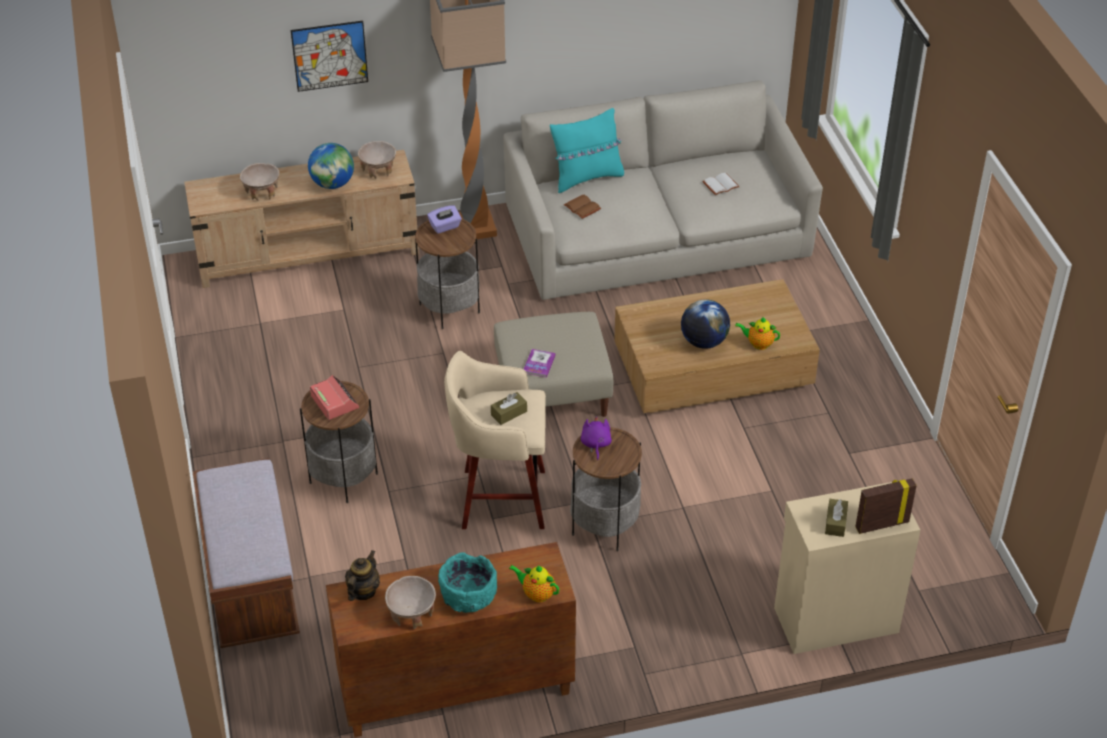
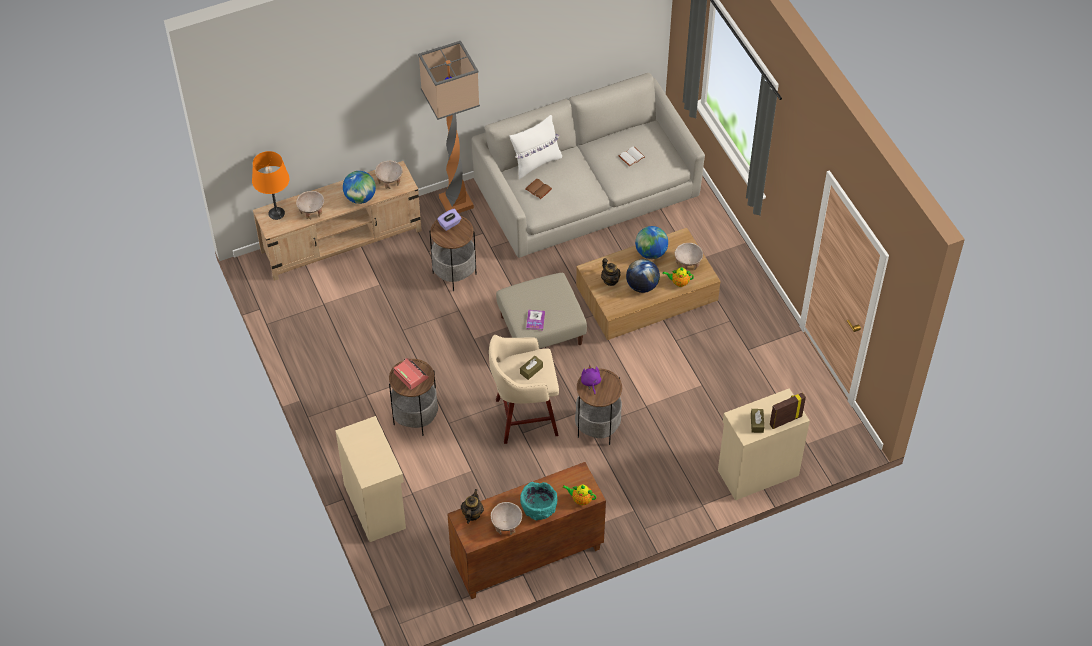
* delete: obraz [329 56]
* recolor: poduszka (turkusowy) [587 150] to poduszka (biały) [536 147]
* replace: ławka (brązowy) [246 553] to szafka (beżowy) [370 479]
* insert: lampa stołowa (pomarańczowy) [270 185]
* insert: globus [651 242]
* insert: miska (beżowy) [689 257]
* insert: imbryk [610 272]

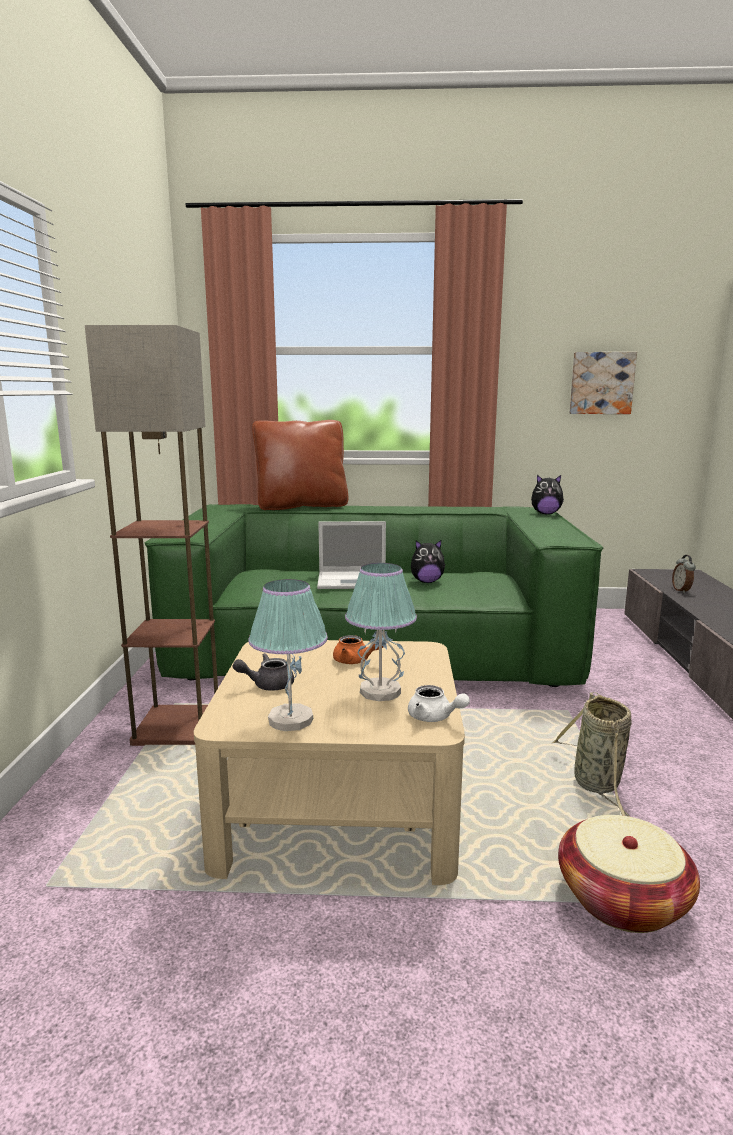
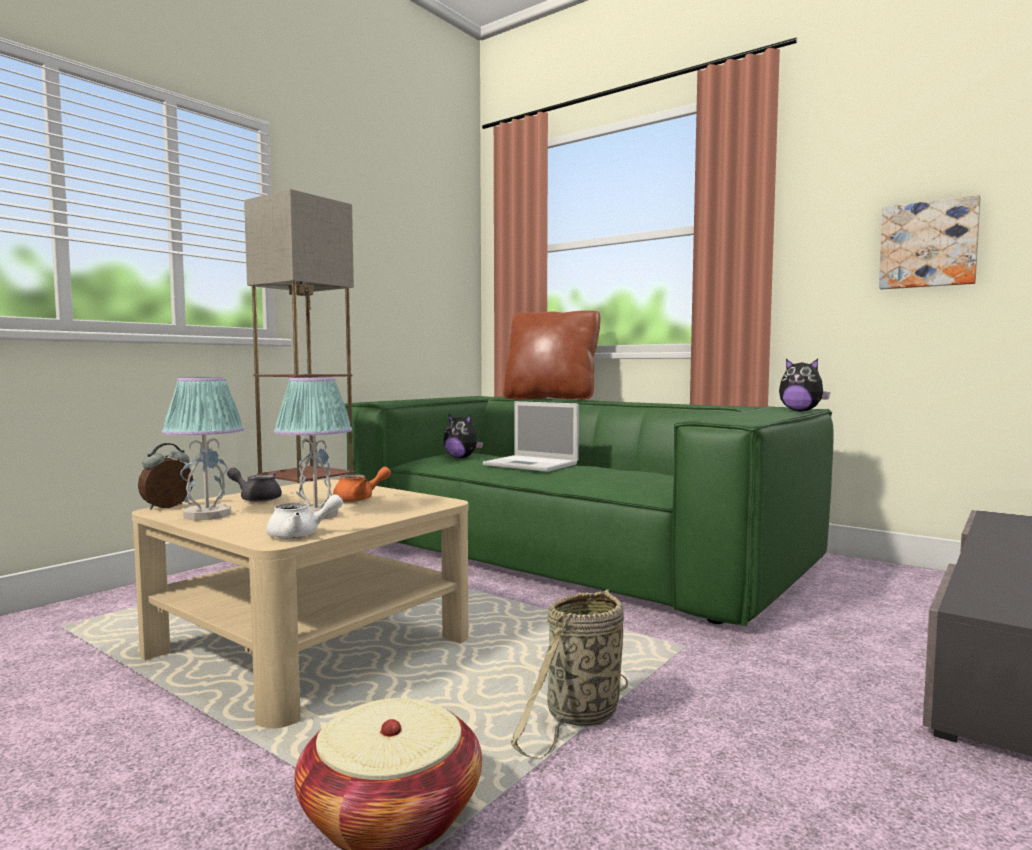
* move: pluszak [428 561] to [463 435]
* move: budzik [684 574] to [165 476]
* rotate: imbryk (pomarańczowy) [358 649] = [362 484] 90 degrees counterclockwise
* rotate: imbryk (biały) [439 703] = [304 516] 90 degrees counterclockwise

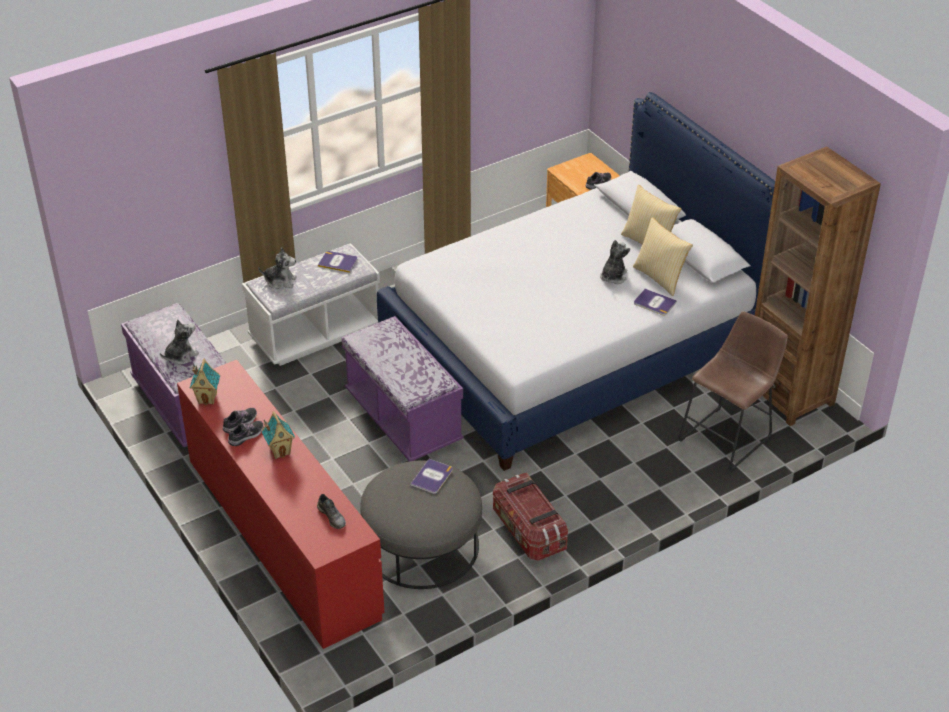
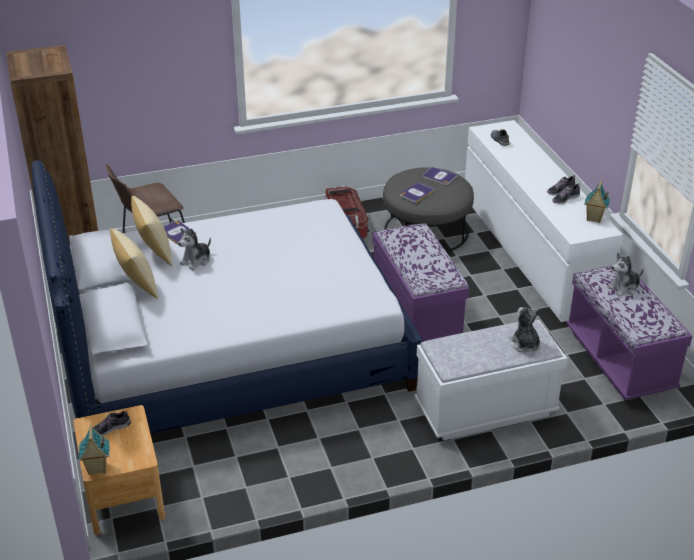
* rotate: pluszak [277 268] = [524 330] 45 degrees clockwise
* move: książka [338 262] to [439 176]
* recolor: komoda (czerwony) [281 504] to komoda (biały) [544 221]
* move: domek [278 435] to [94 450]

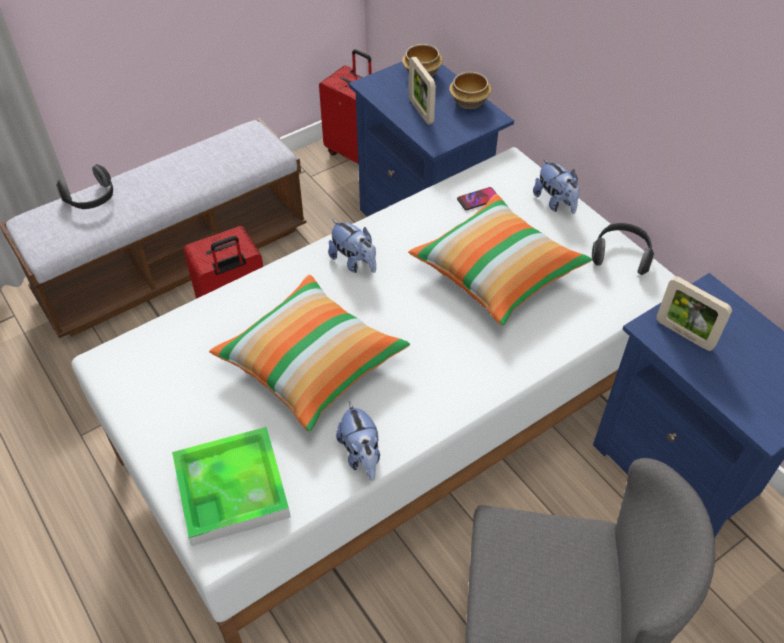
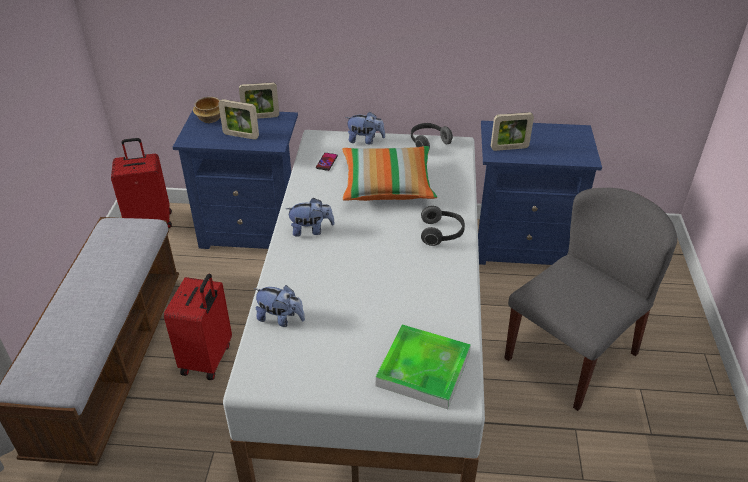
* replace: miska [470 90] to ramka na zdjęcie [259 100]
* move: słuchawki [84 186] to [443 226]
* delete: poduszka [309 353]
* move: pluszak [358 441] to [279 306]

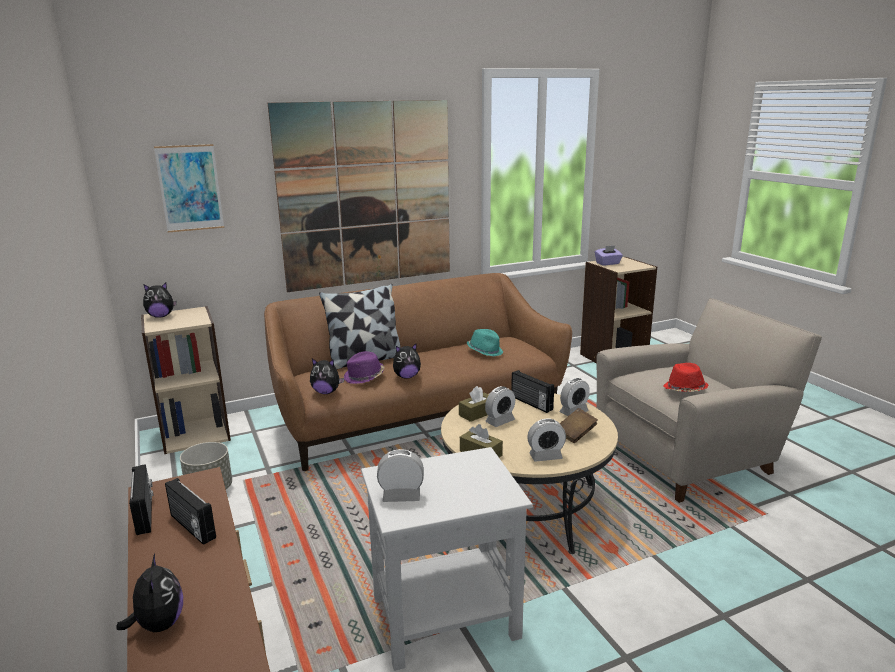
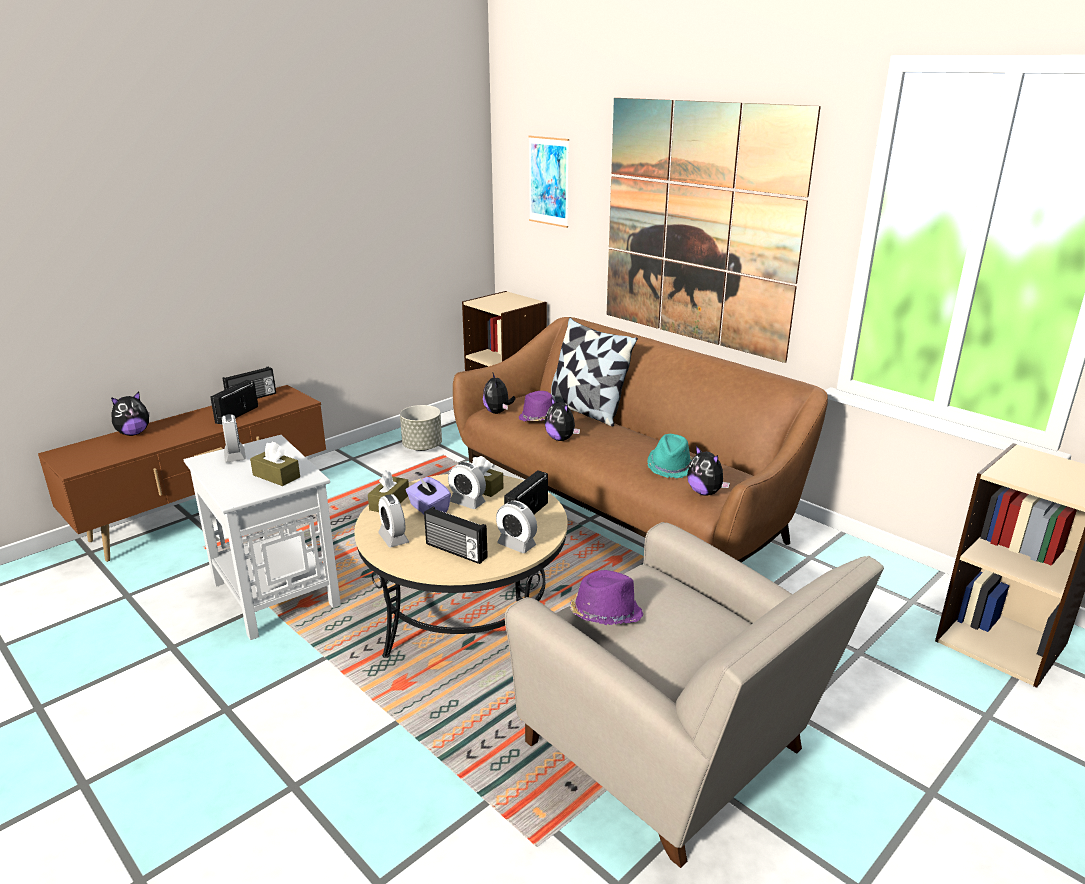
* move: pudełko chusteczek (fioletowy) [609 255] to [428 495]
* move: pluszak [160 300] to [708 471]
* recolor: kapelusz (czerwony) [685 377] to kapelusz (fioletowy) [606 597]
* replace: książka (brązowy) [579 425] to radio [456 535]
* insert: pudełko chusteczek (brązowy) [275 464]

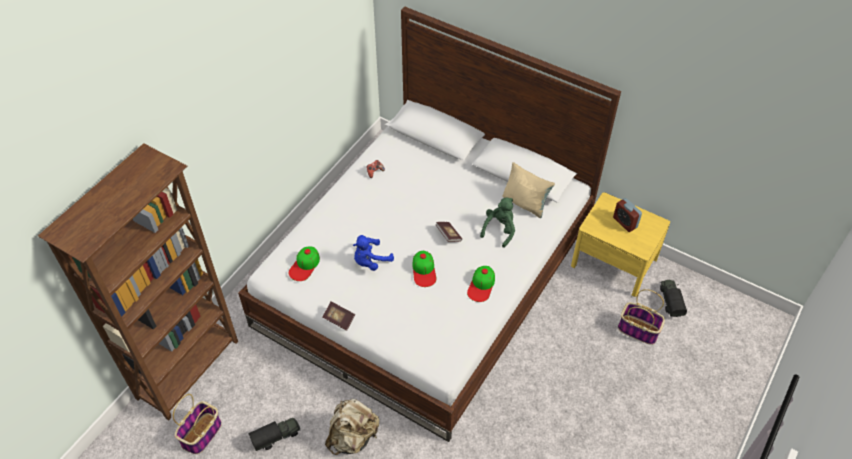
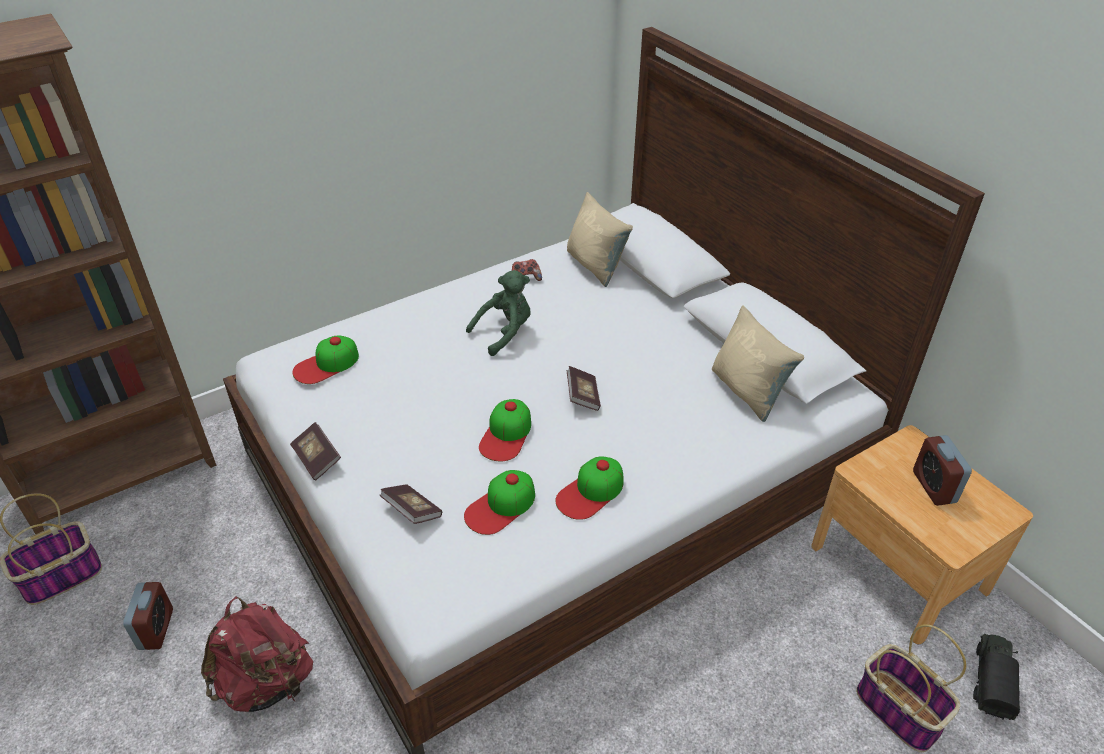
* recolor: szafka nocna (żółty) [620 244] to szafka nocna (brązowy) [922 534]
* move: pluszak (zielony) [497 222] to [498 313]
* delete: pluszak (niebieski) [373 253]
* recolor: plecak (beżowy) [352 427] to plecak (czerwony) [257 654]
* replace: ciężarówka zabawkowa [274 434] to budzik [148 616]
* insert: poduszka (beżowy) [600 239]
* insert: czapka z daszkiem [499 502]
* insert: książka [411 504]

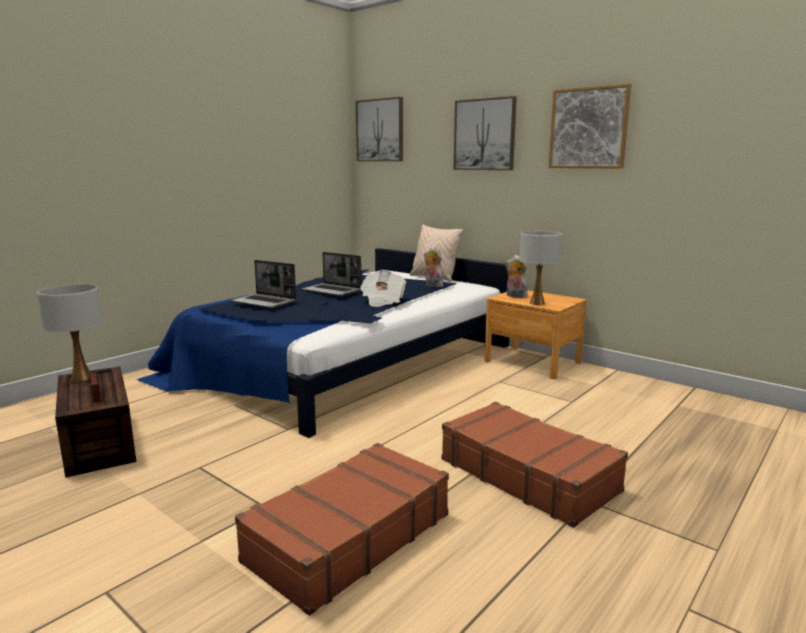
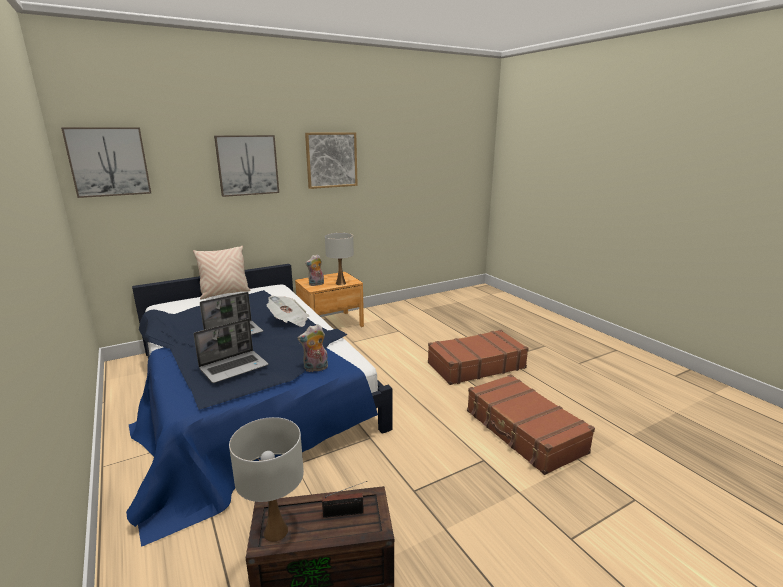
* move: pluszak [434 267] to [313 348]

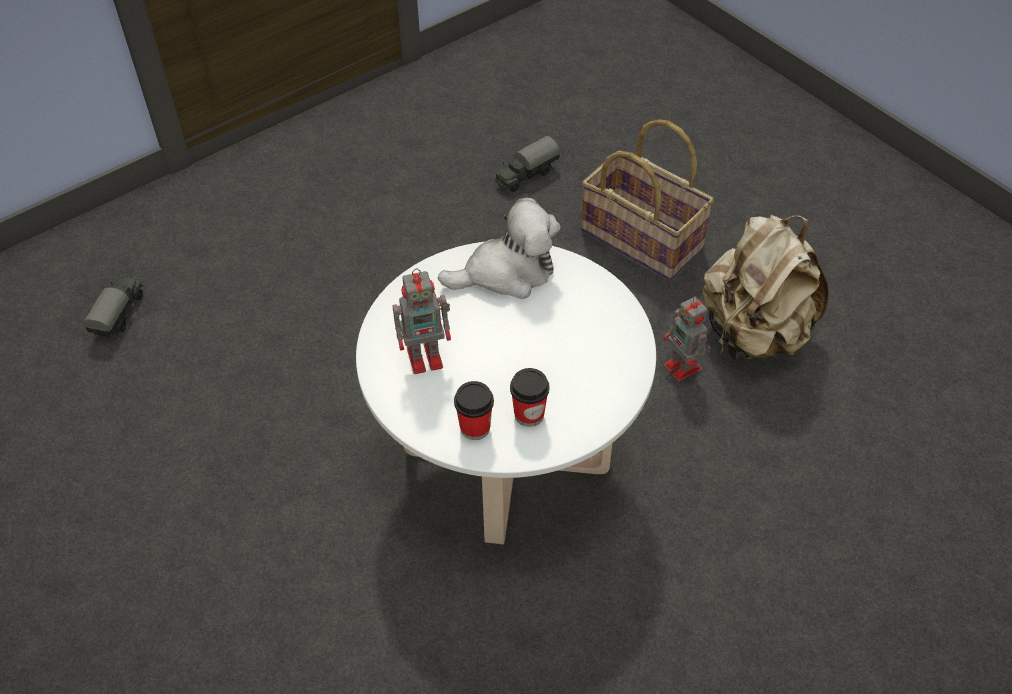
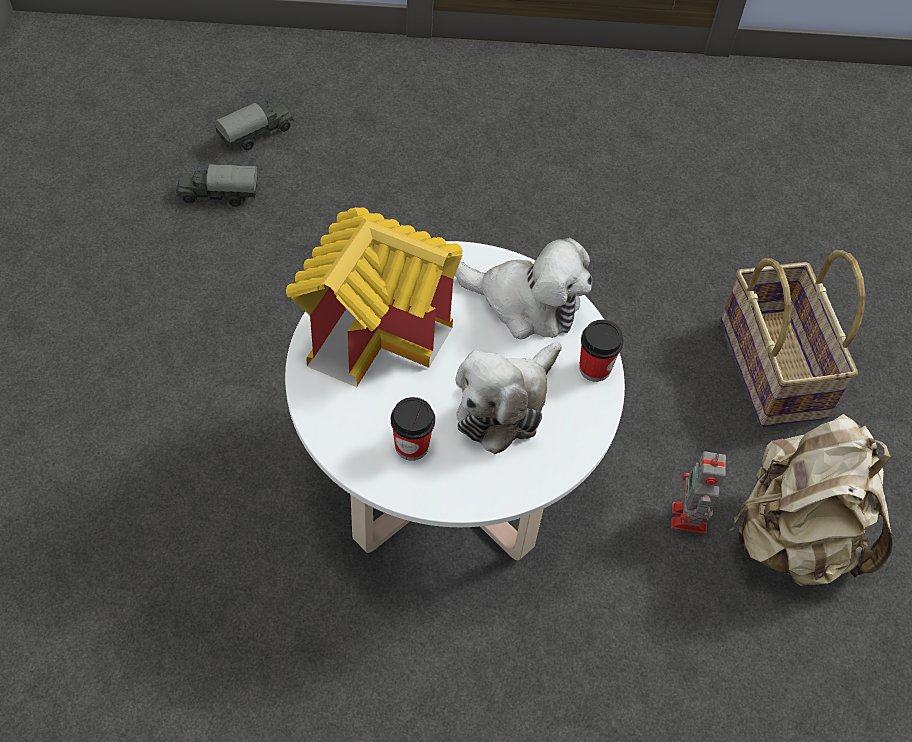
* move: ciężarówka zabawkowa [527 164] to [217 185]
* replace: robot zabawkowy [421 321] to domek [374 297]
* move: filiżanka [474 410] to [601 351]
* insert: pluszak [508 398]

